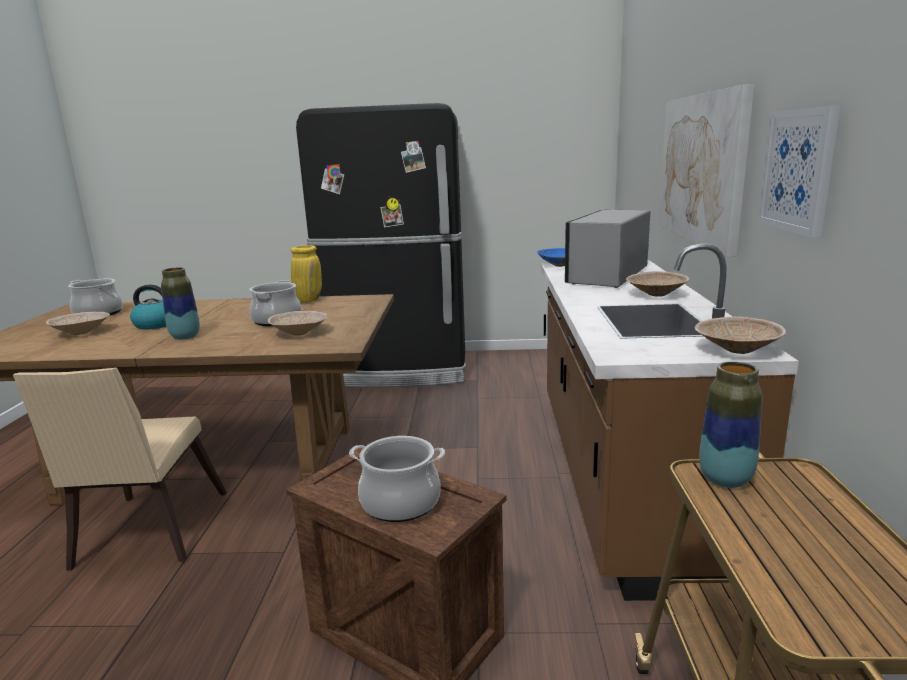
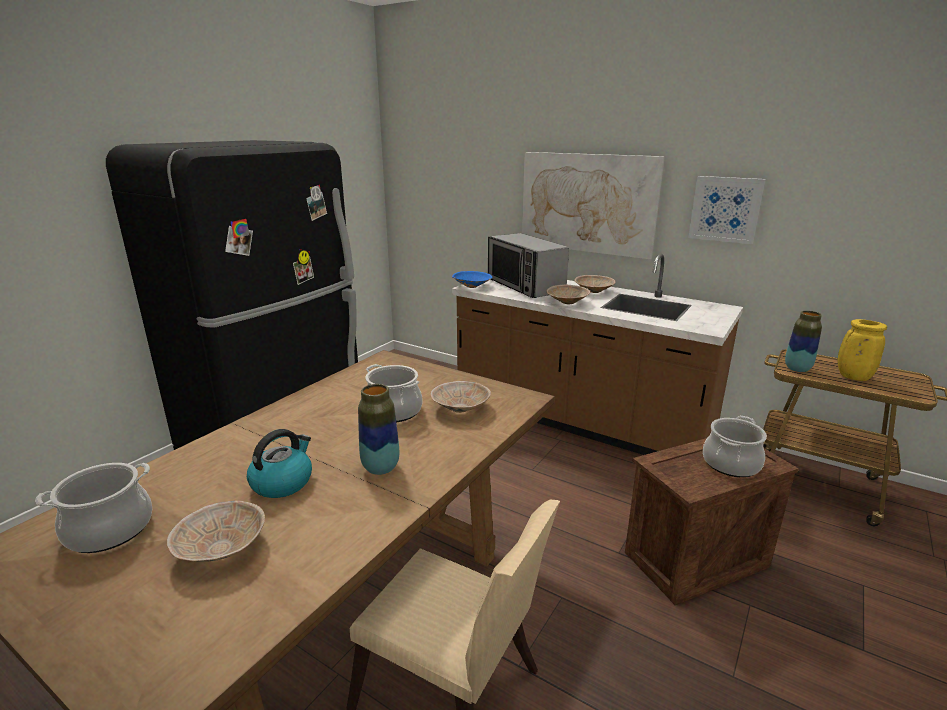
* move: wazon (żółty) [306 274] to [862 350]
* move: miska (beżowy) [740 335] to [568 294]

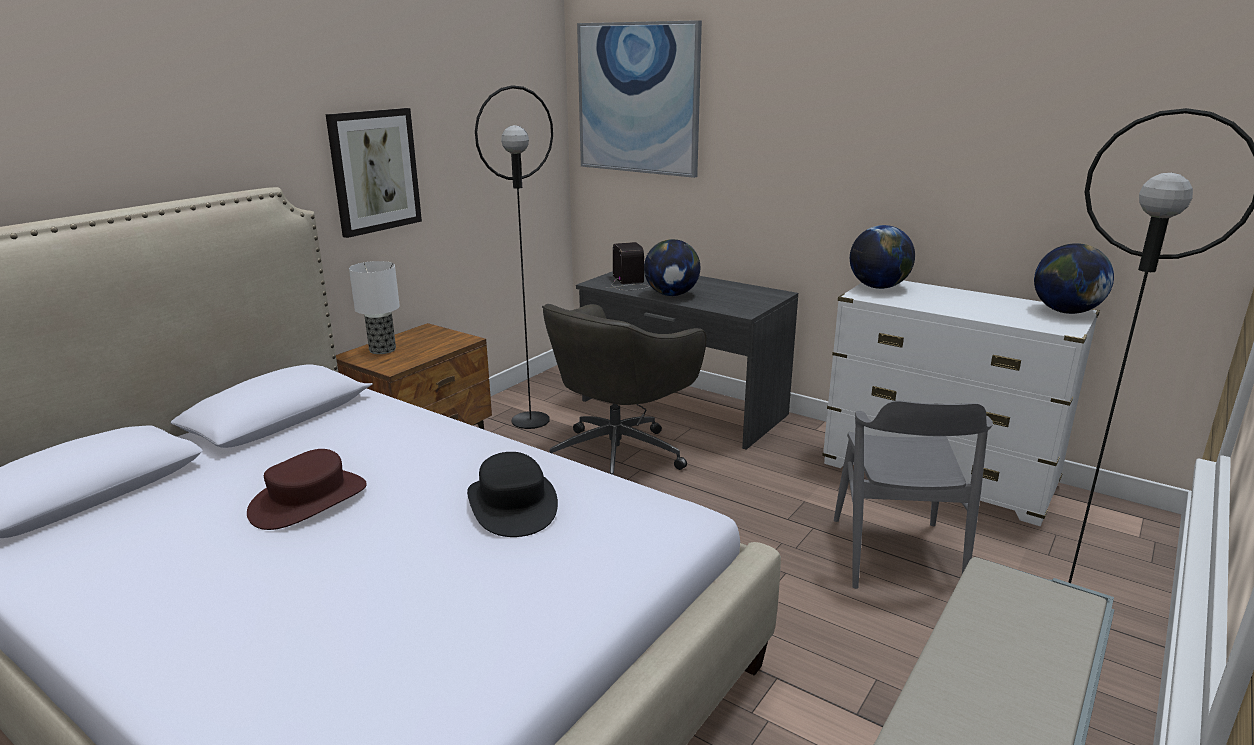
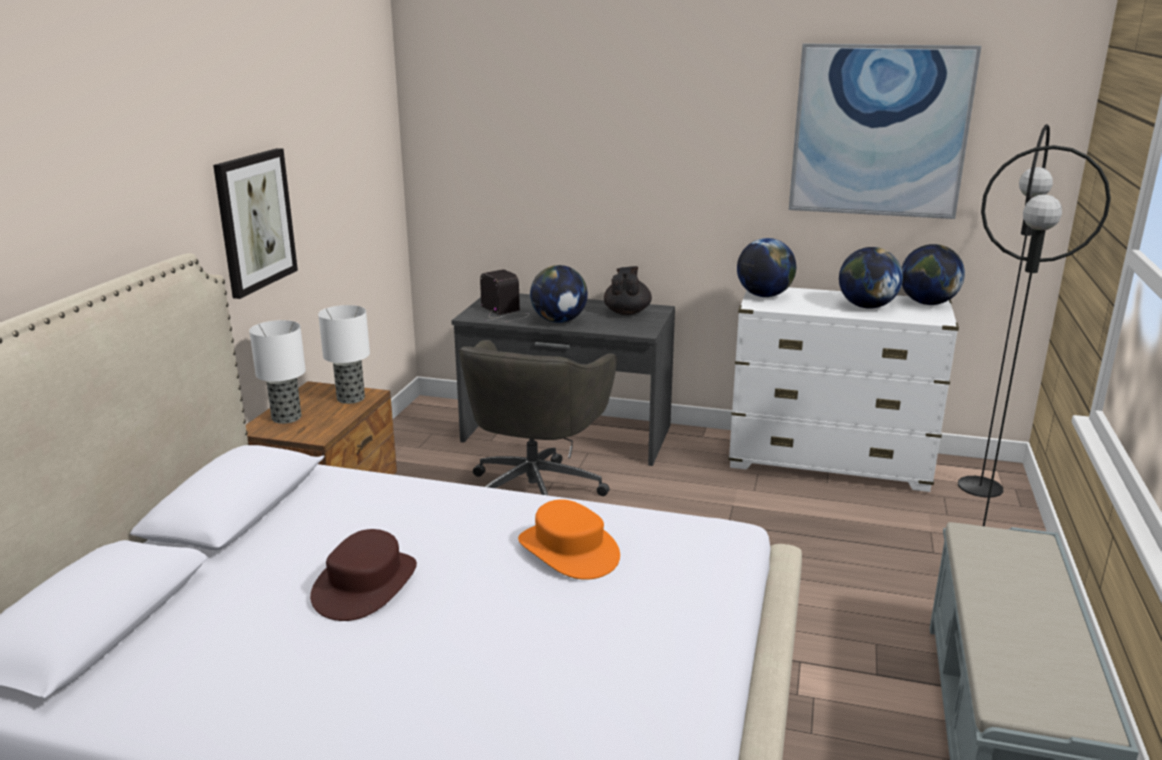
* move: obraz [639 99] to [885 131]
* move: lampa stojąca (czarny) [514 257] to [1005 311]
* delete: krzesło (szary) [913 494]
* recolor: kapelusz (czarny) [512 494] to kapelusz (pomarańczowy) [569 539]
* insert: globus [871 278]
* insert: imbryk (czarny) [628 290]
* insert: lampa stołowa [344 354]

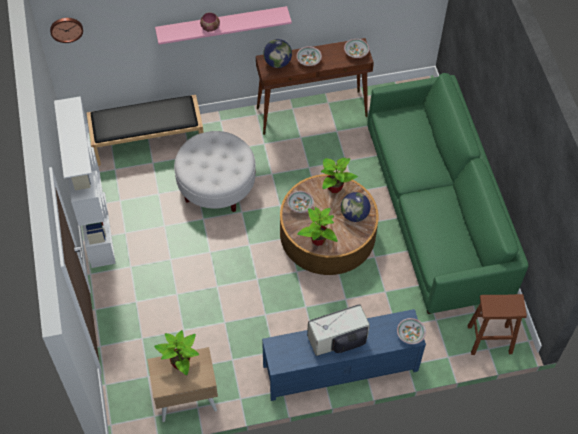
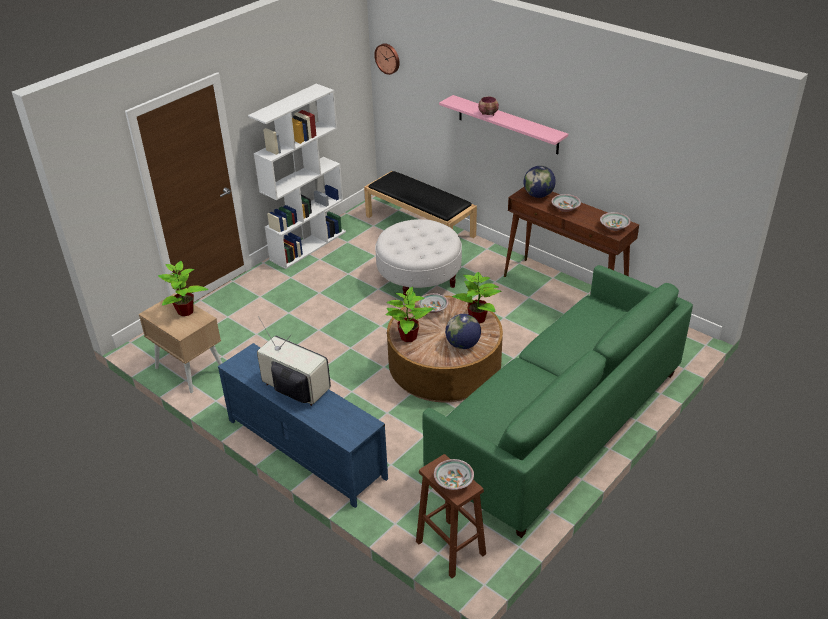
* move: miska [411 331] to [454 474]

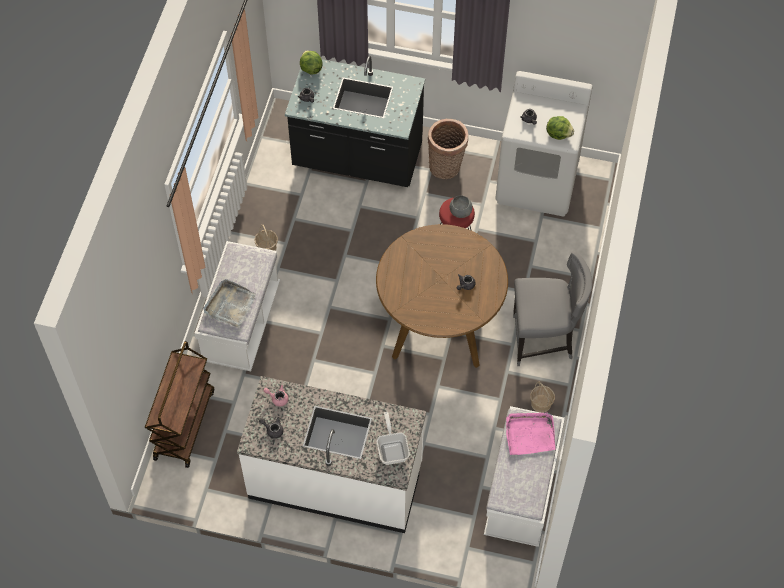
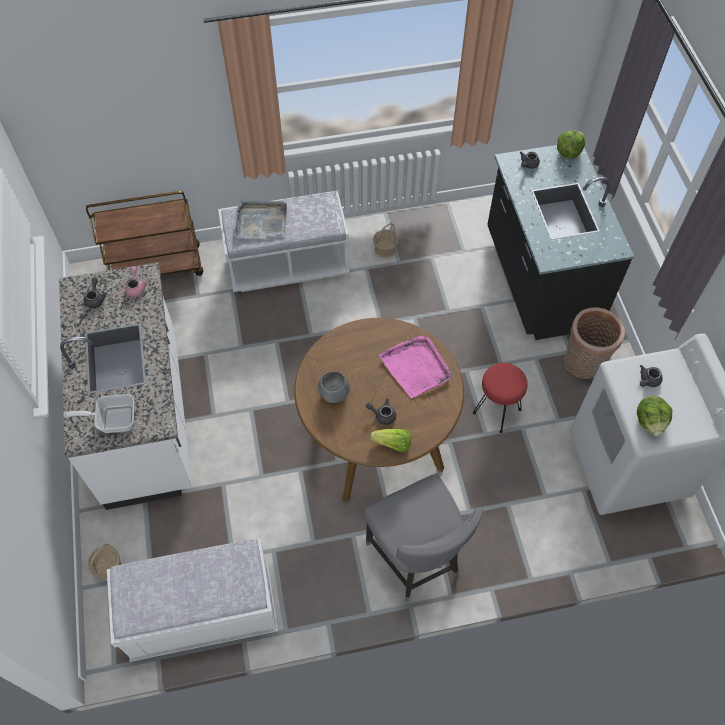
* move: miska (szary) [461 206] to [334 387]
* move: koszyk [542 397] to [104 561]
* rotate: patelnia [393 438] = [98 413] 150 degrees counterclockwise
* move: taca (różowy) [530 433] to [415 367]
* insert: sałata [390 440]

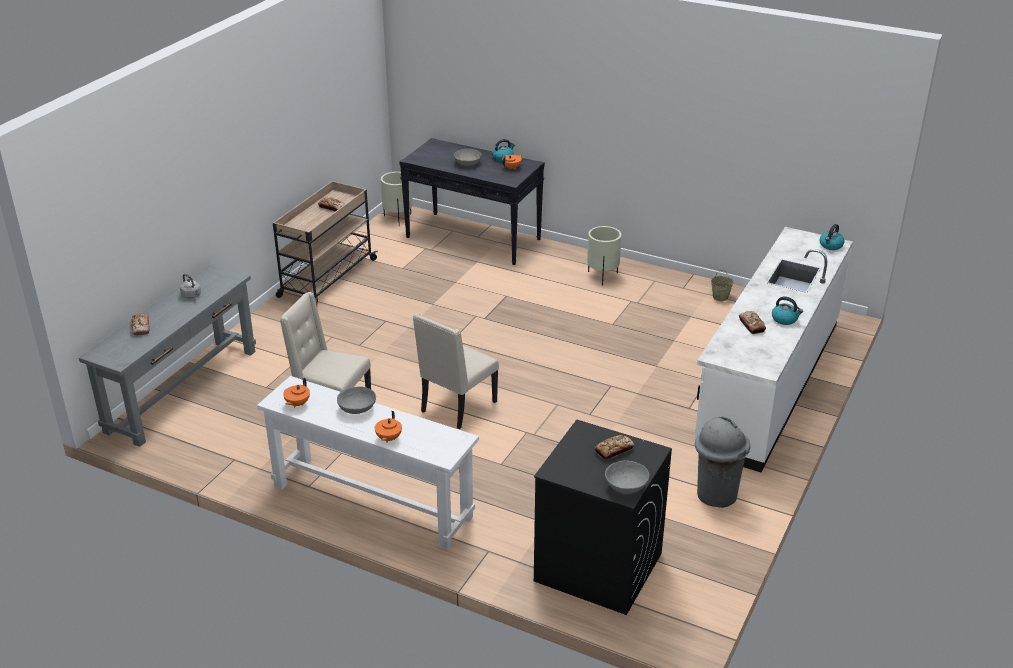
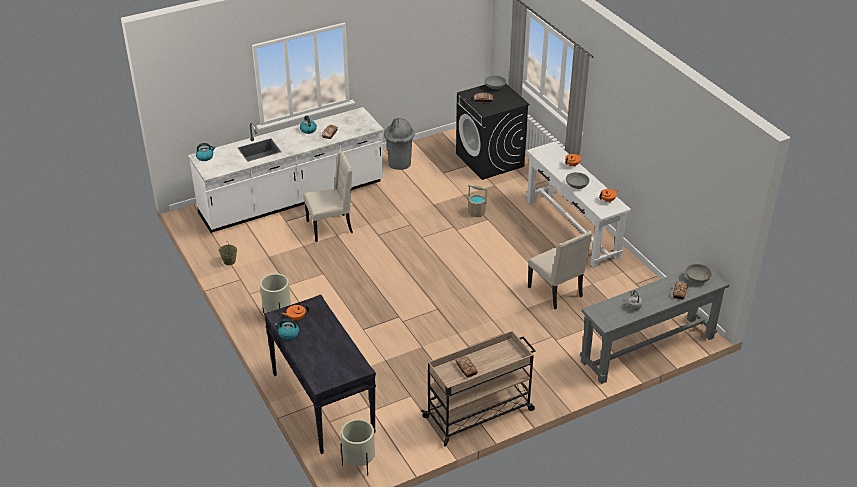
* move: miska (szary) [468 157] to [699 273]
* move: krzesło (beżowy) [456 371] to [328 196]
* insert: wiadro (beżowy) [477 201]

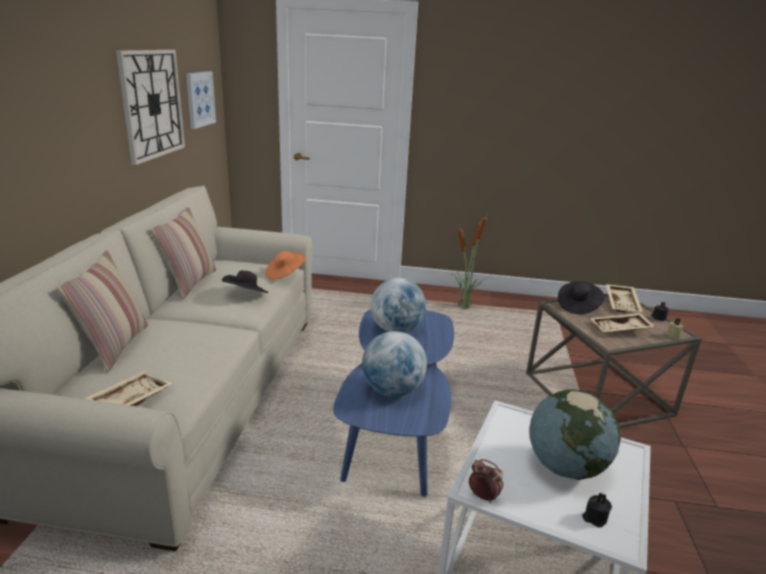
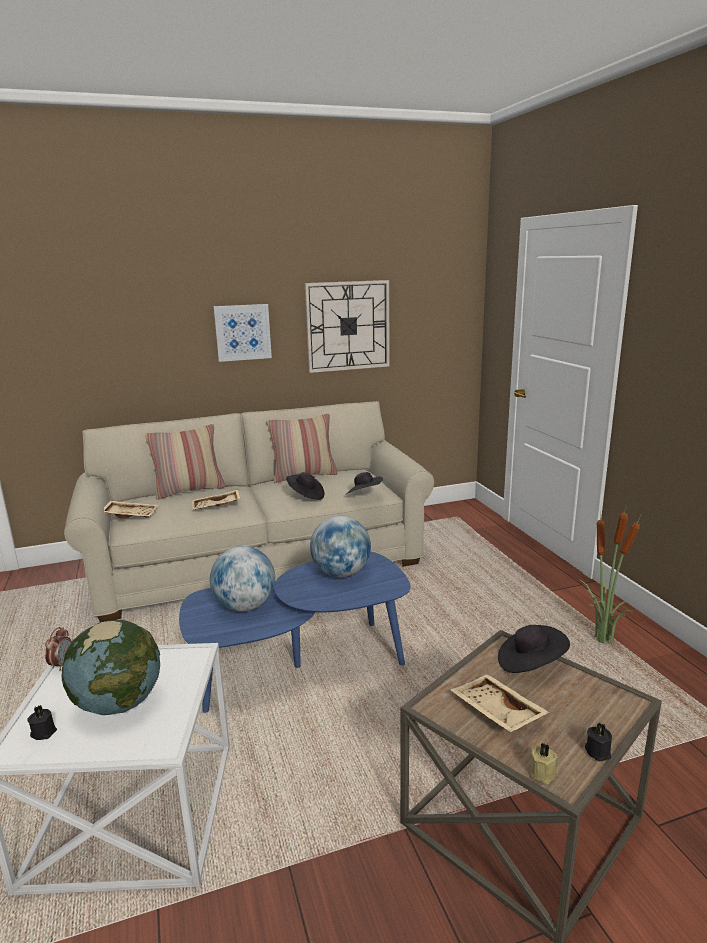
* move: obraz [201 100] to [242 333]
* recolor: kapelusz (pomarańczowy) [285 265] to kapelusz (czarny) [364 483]
* move: taca (beżowy) [624 298] to [216 500]

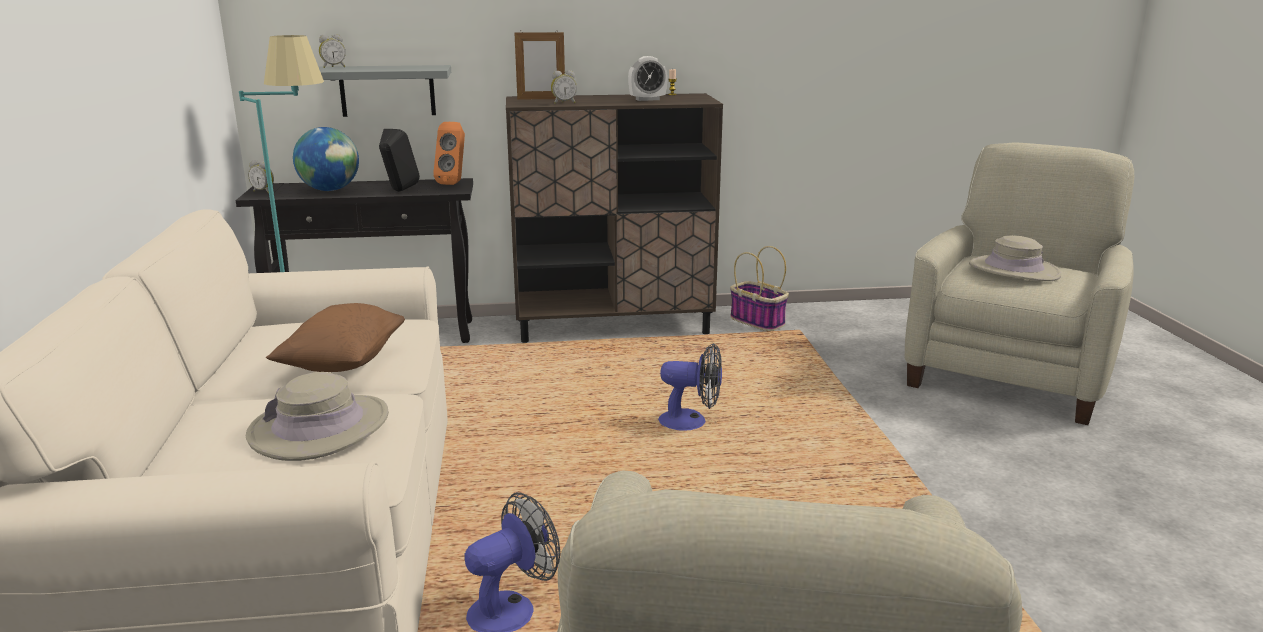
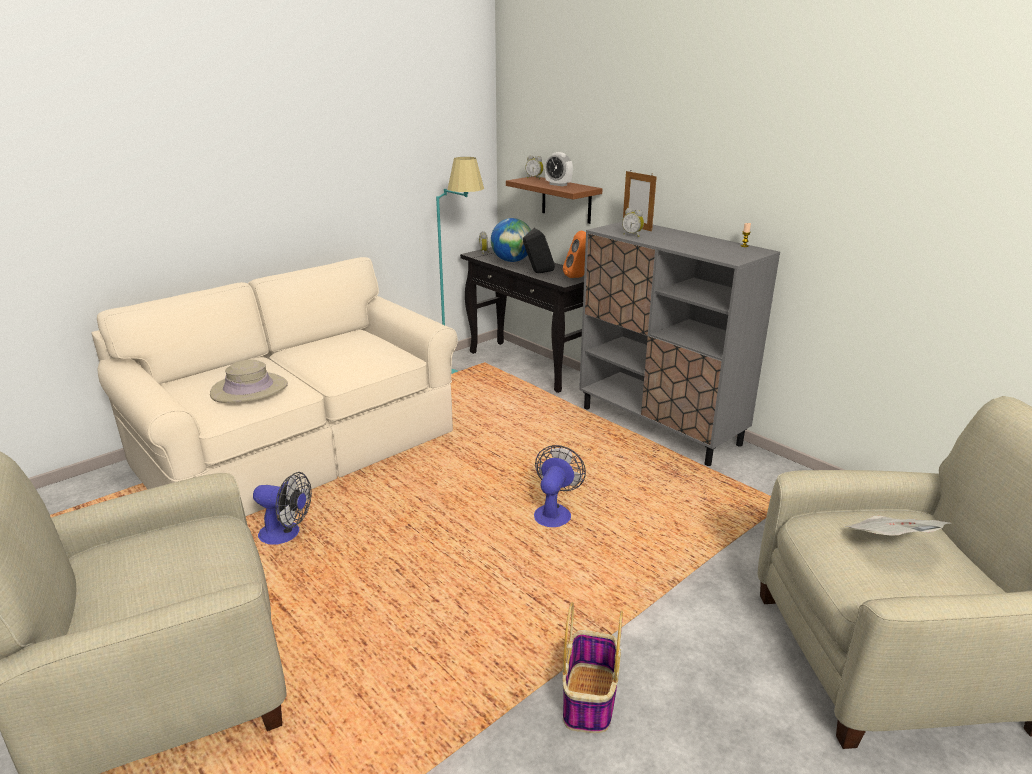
* move: budzik [648 78] to [559 169]
* recolor: półka (szary) [385 91] to półka (brązowy) [554 200]
* recolor: szafka (brązowy) [614 218] to szafka (szary) [679 344]
* replace: kapelusz (beżowy) [1015 258] to gazeta [897 525]
* move: koszyk [759 288] to [593 667]
* delete: poduszka (brązowy) [335 337]
* rotate: wentylator [690 387] = [560 486] 135 degrees counterclockwise

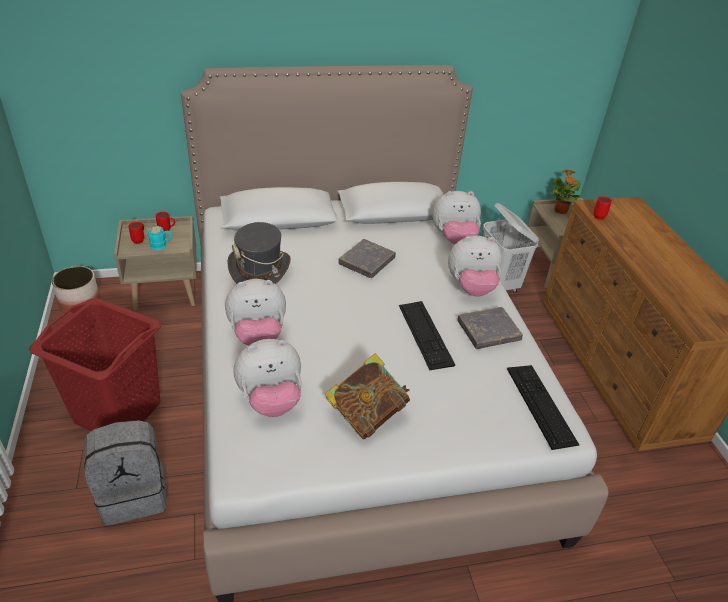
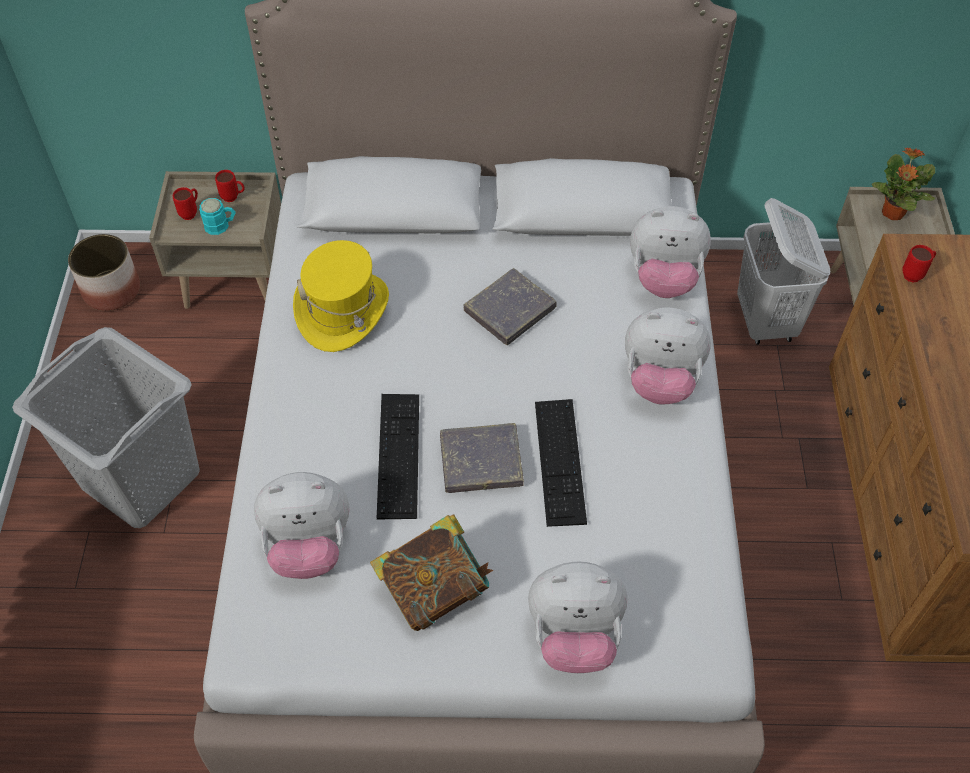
* recolor: kapelusz (szary) [259 253] to kapelusz (żółty) [341 296]
* move: pluszak [255 312] to [577 617]
* recolor: kosz na pranie (czerwony) [95 364] to kosz na pranie (szary) [106 427]
* move: książka (szary) [490 328] to [482 458]
* move: klawiatura [543 407] to [398 457]
* delete: plecak (szary) [125 472]

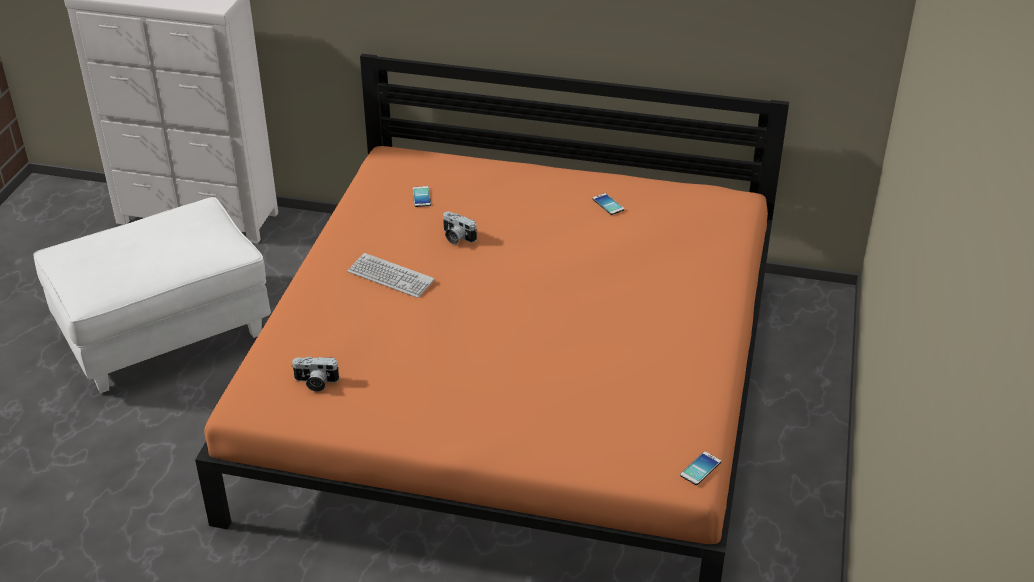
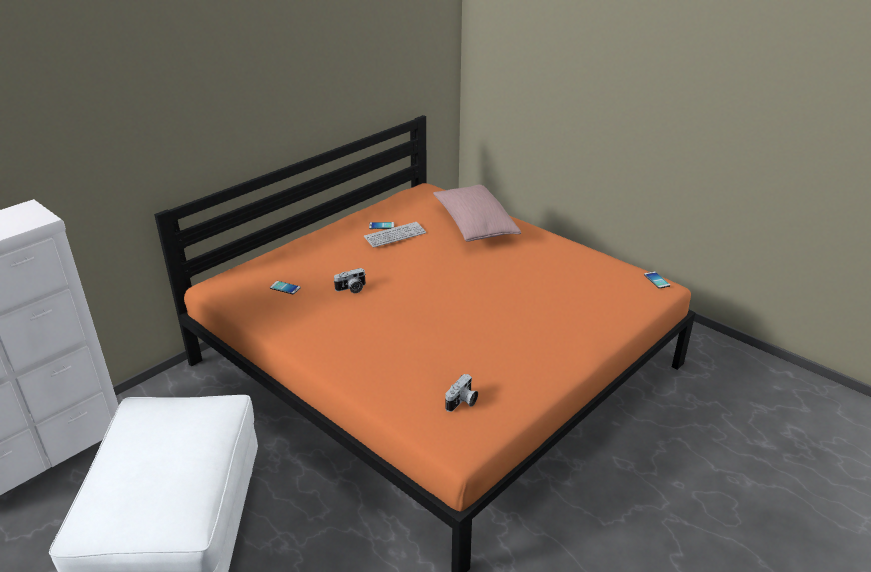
* move: klawiatura [391 275] to [395 235]
* insert: poduszka (różowy) [477 213]

